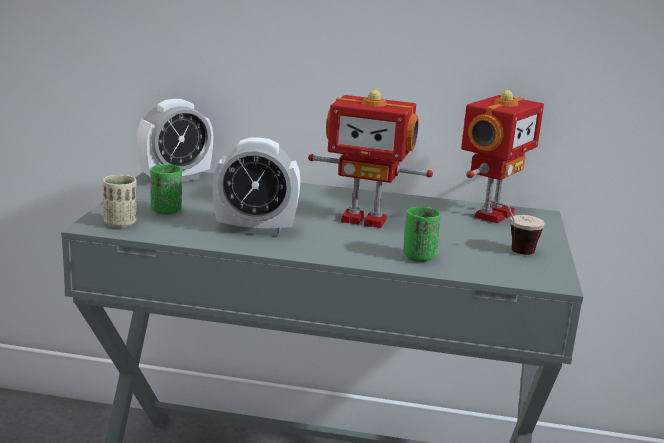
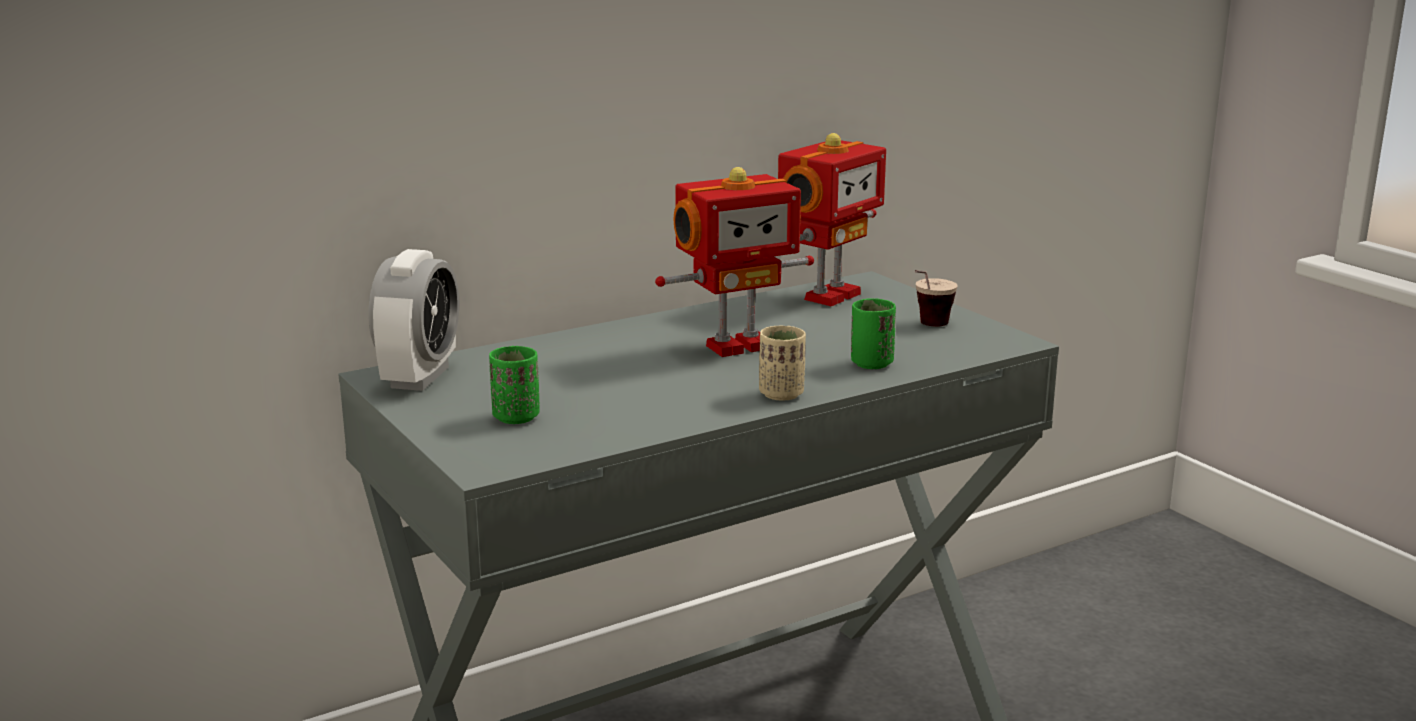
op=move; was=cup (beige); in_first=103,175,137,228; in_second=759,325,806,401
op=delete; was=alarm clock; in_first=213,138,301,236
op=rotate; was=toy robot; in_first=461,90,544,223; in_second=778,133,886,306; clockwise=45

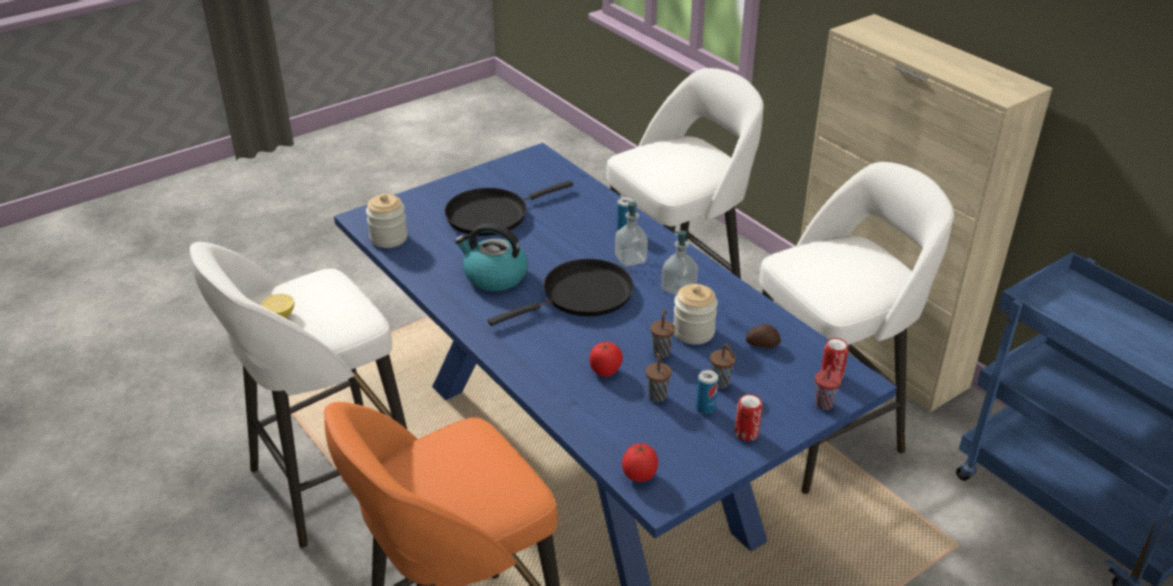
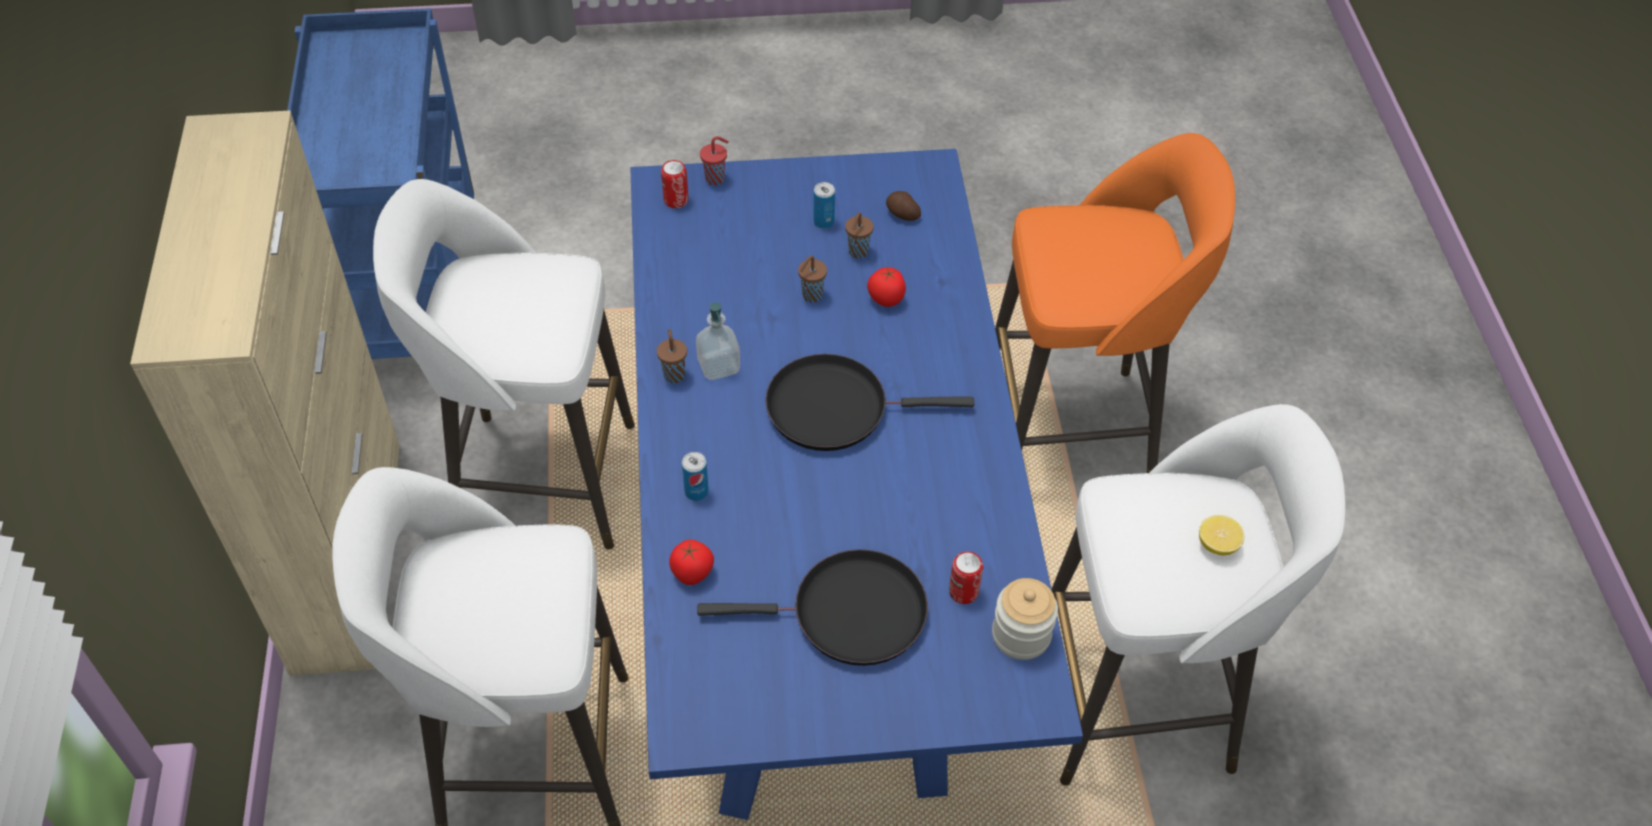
op=delete; was=kettle; in_first=455,223,528,291
op=delete; was=soap dispenser; in_first=615,202,648,266
op=move; was=tomato; in_first=622,443,658,482; in_second=669,540,714,585
op=delete; was=jar; in_first=673,284,718,345
op=move; was=cup (brown); in_first=710,344,736,389; in_second=657,329,687,383
op=move; was=can; in_first=735,394,763,441; in_second=949,551,983,604
op=move; was=potato; in_first=746,324,781,348; in_second=886,191,921,221

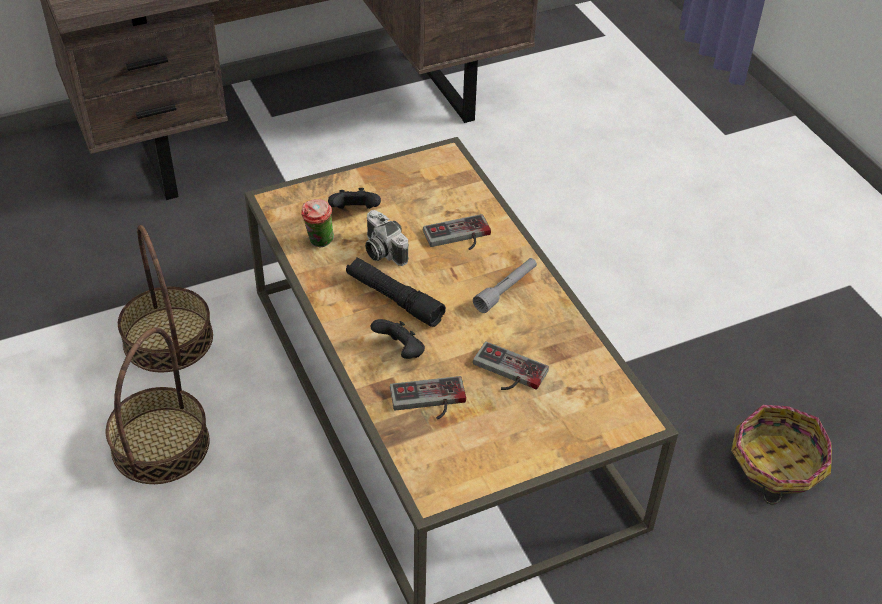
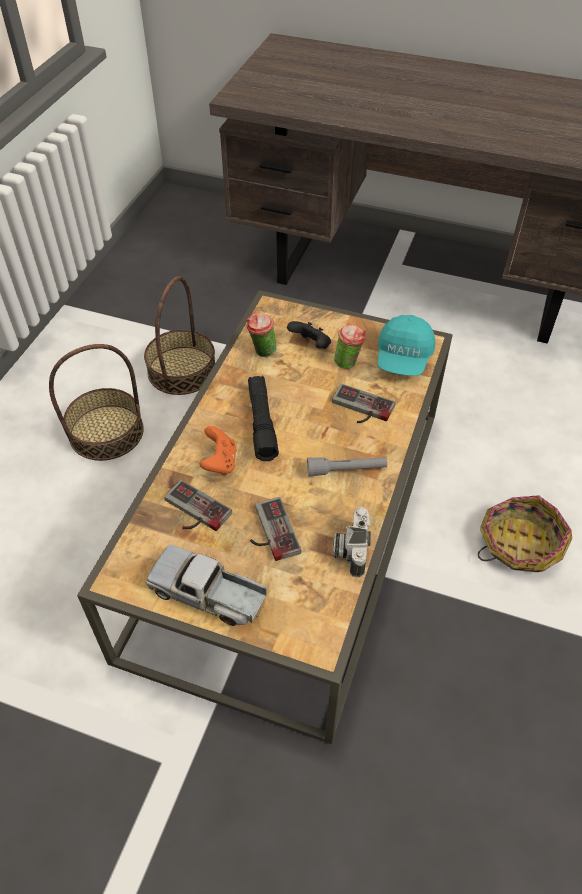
op=move; was=photo camera; in_first=365,210,409,266; in_second=333,507,371,578
op=recolor; was=game controller (black); now=game controller (orange); in_first=371,319,425,359; in_second=199,426,237,475
op=move; was=basket; in_first=731,405,832,505; in_second=478,495,572,572
op=insert; now=toy truck; in_second=146,545,267,626
op=insert; now=cup; in_second=334,325,366,369
op=insert; now=cap (turquoise); in_second=378,315,435,376

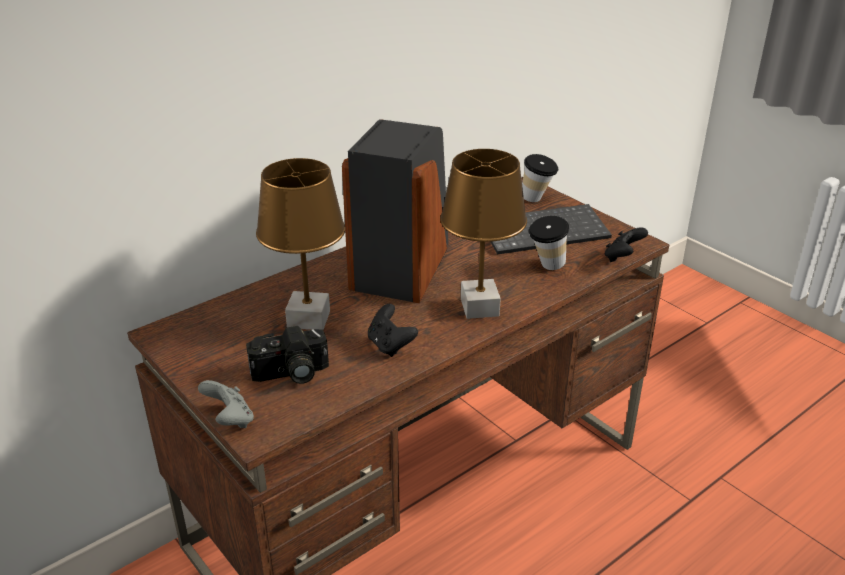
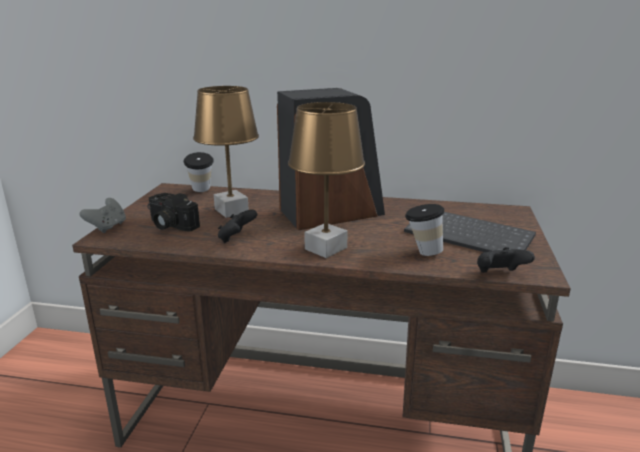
op=move; was=cup; in_first=522,154,558,202; in_second=184,152,214,192

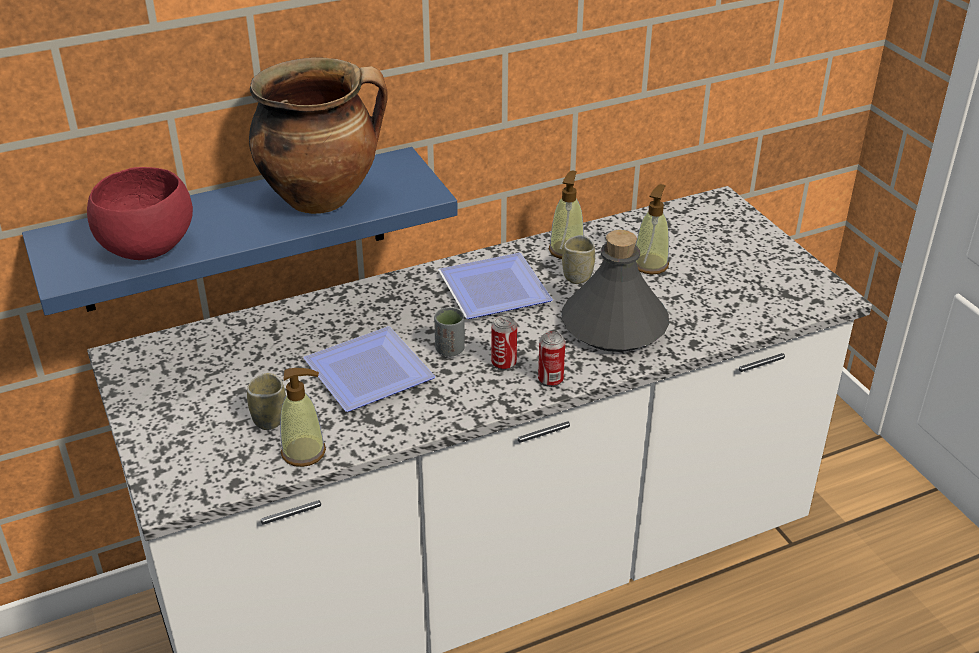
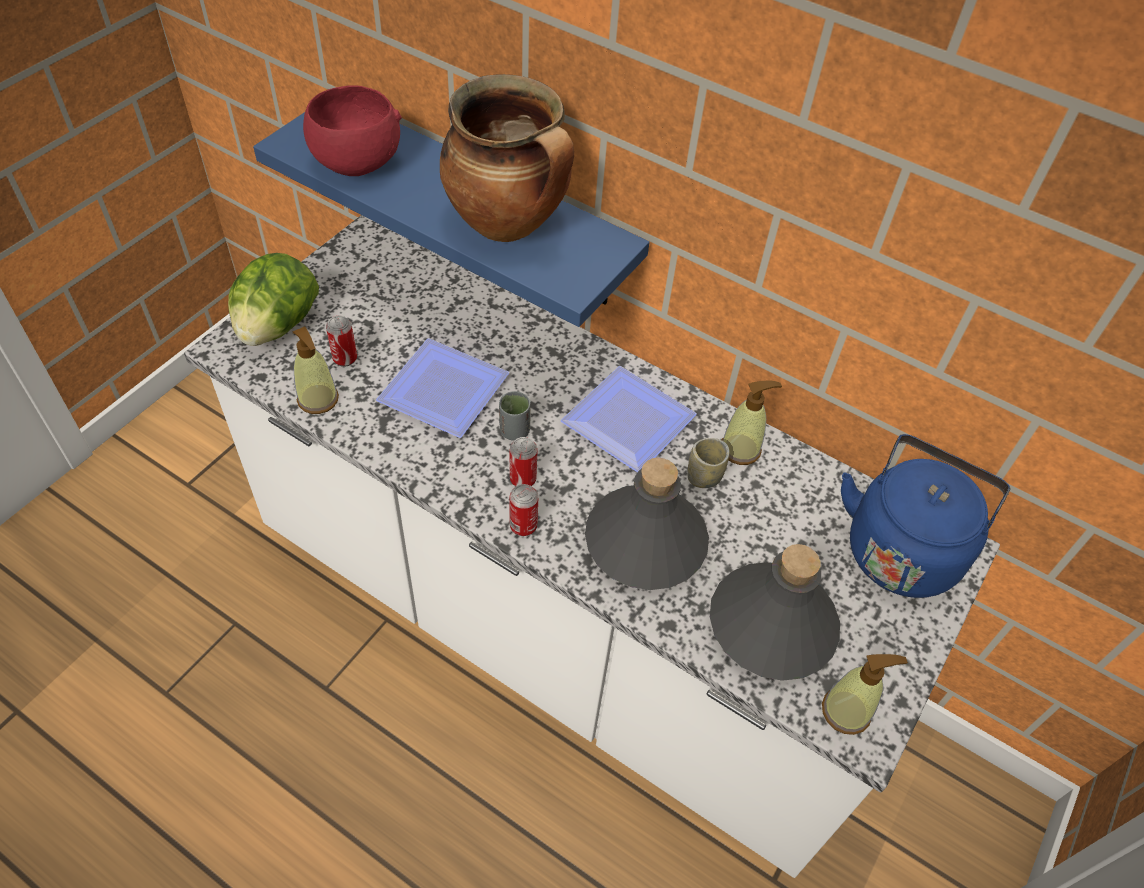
op=replace; was=cup; now=can; in_first=247,373,286,430; in_second=326,316,357,367
op=move; was=soap dispenser; in_first=636,184,669,274; in_second=822,654,908,735
op=insert; now=lettuce; in_second=228,253,319,346
op=insert; now=bottle (grey); in_second=710,544,840,681
op=insert; now=kettle (blue); in_second=841,434,1010,598

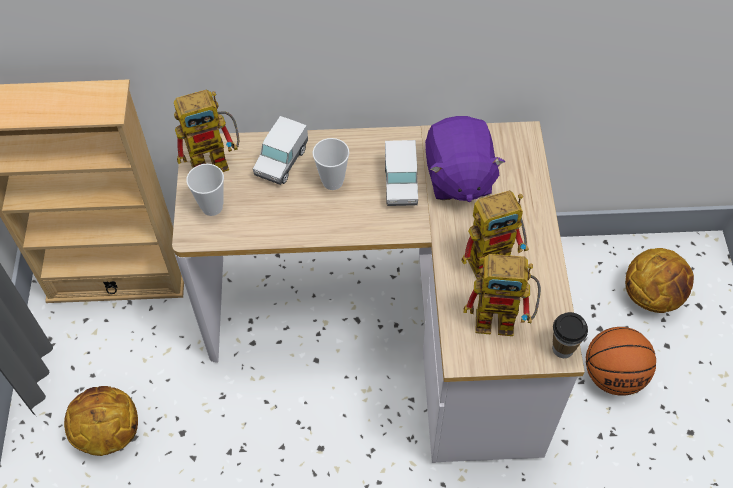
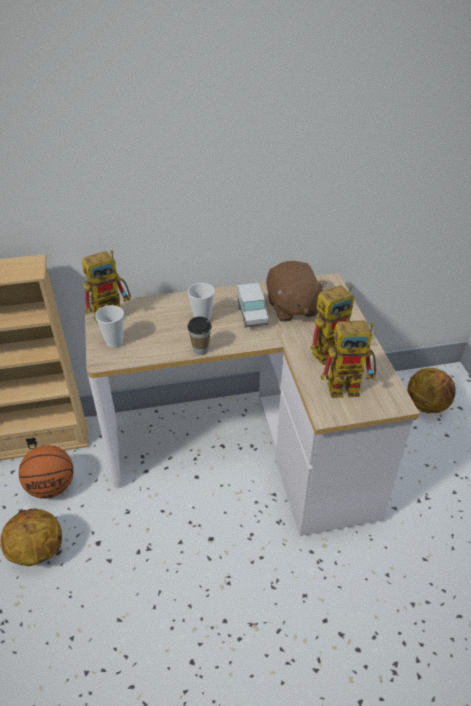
op=delete; was=toy truck; in_first=253,116,308,185
op=recolor; was=plush toy (purple); now=plush toy (brown); in_first=425,116,505,202; in_second=266,261,328,322
op=move; was=cup; in_first=553,312,588,358; in_second=187,317,212,355
op=move; was=basketball; in_first=586,327,656,396; in_second=19,445,74,499

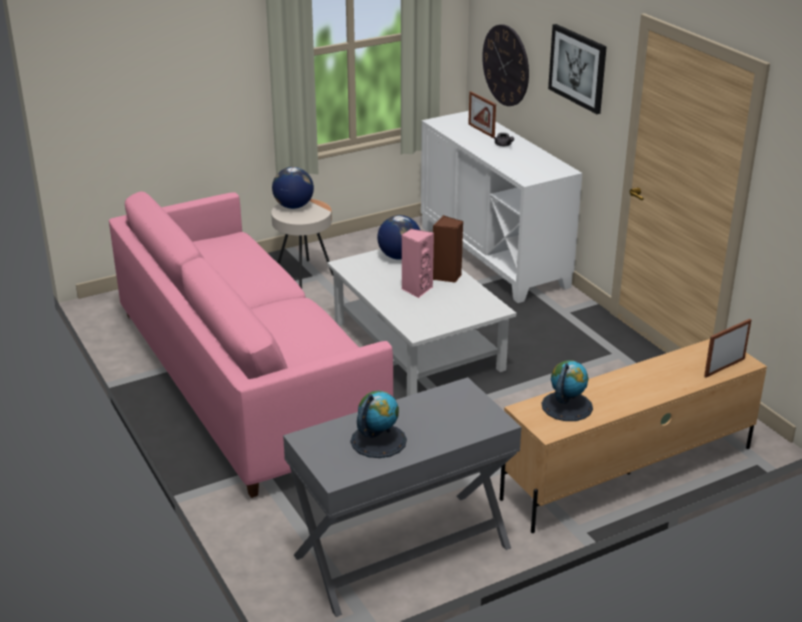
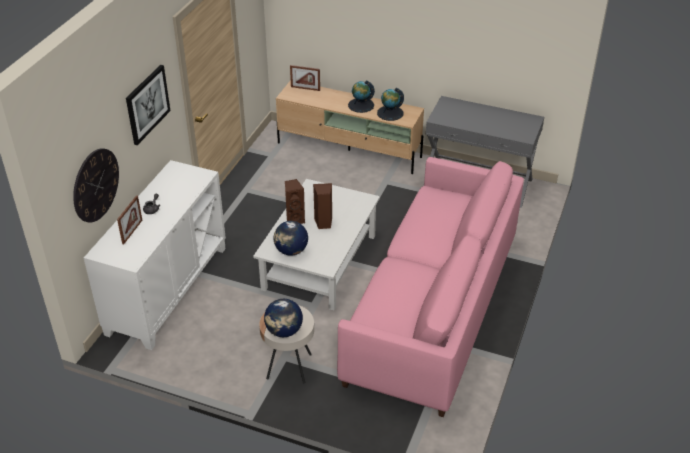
op=move; was=globe; in_first=351,390,407,458; in_second=348,80,375,113
op=recolor; was=speaker (pink); now=speaker (brown); in_first=402,229,434,298; in_second=313,183,332,229

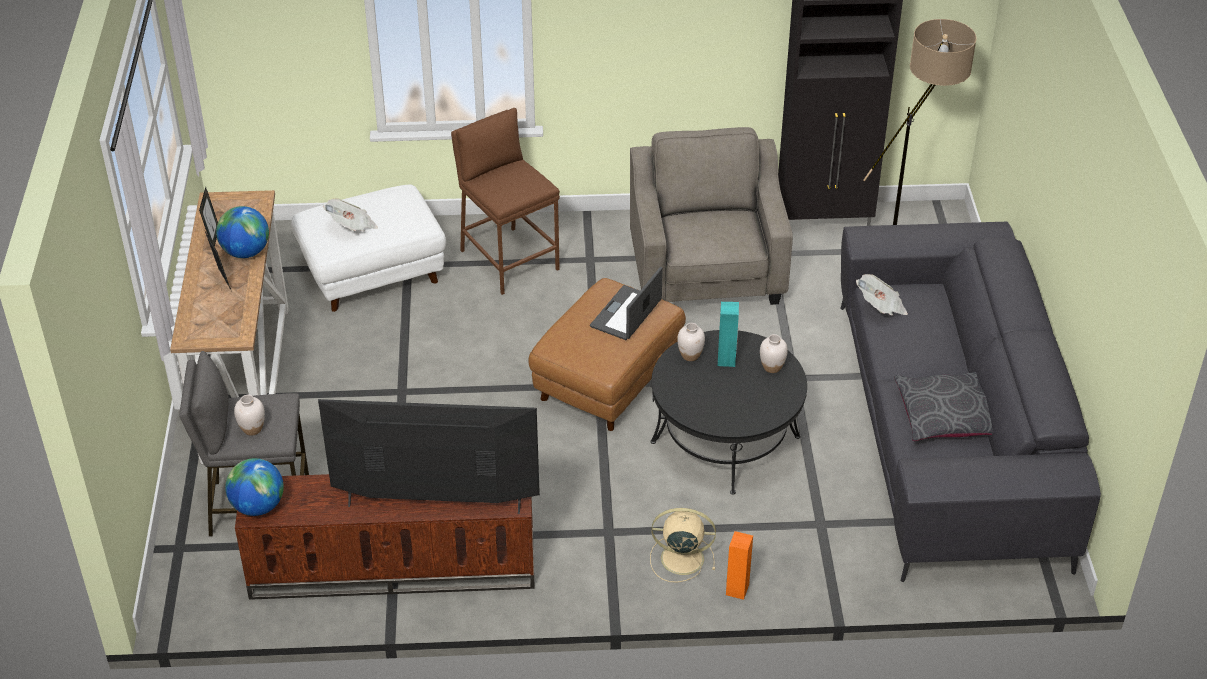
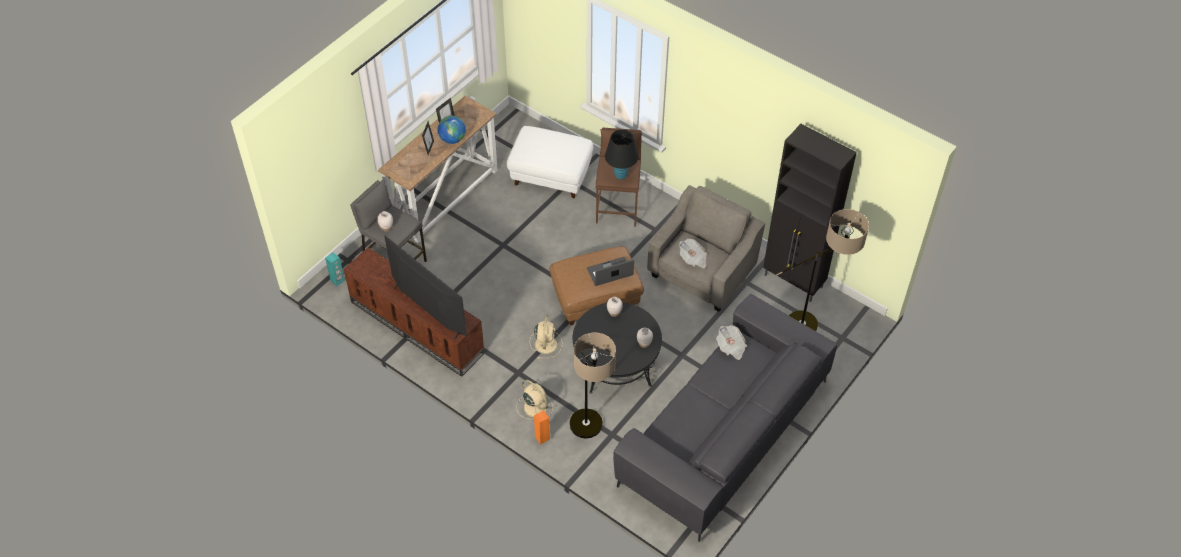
op=delete; was=globe; in_first=225,458,284,516
op=move; was=newspaper; in_first=323,199,378,231; in_second=679,239,707,268
op=move; was=speaker (turquoise); in_first=718,302,739,367; in_second=325,252,345,286
op=delete; was=pillow (grey); in_first=894,372,993,441
op=insert; now=fan (beige); in_second=530,315,562,359
op=insert; now=floor lamp; in_second=570,333,616,438
op=insert; now=table lamp (black); in_second=605,129,638,180

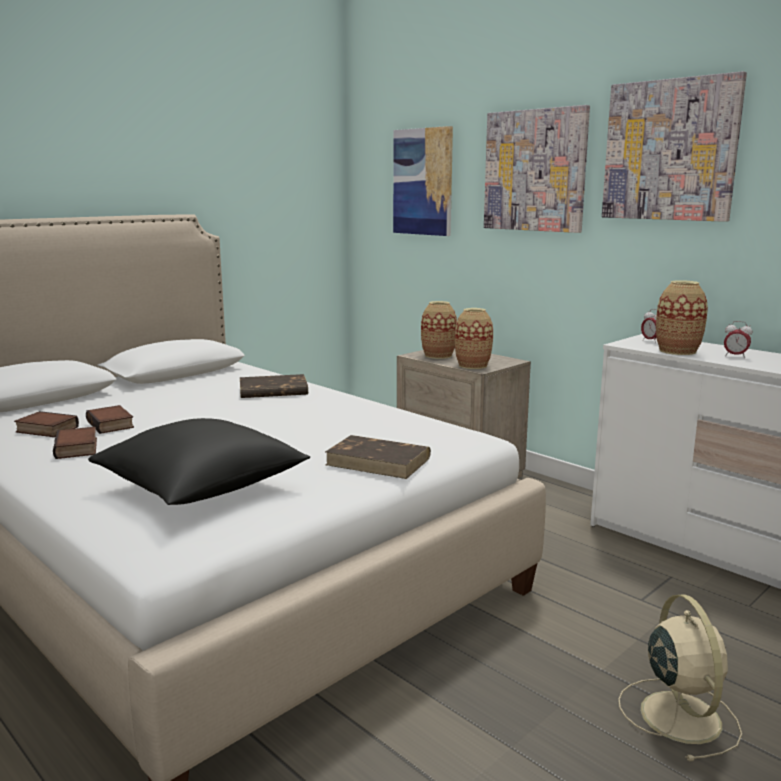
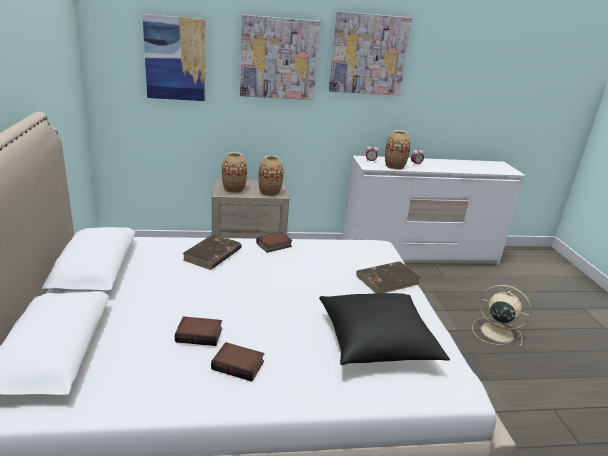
op=move; was=book; in_first=14,411,79,437; in_second=256,232,292,253

